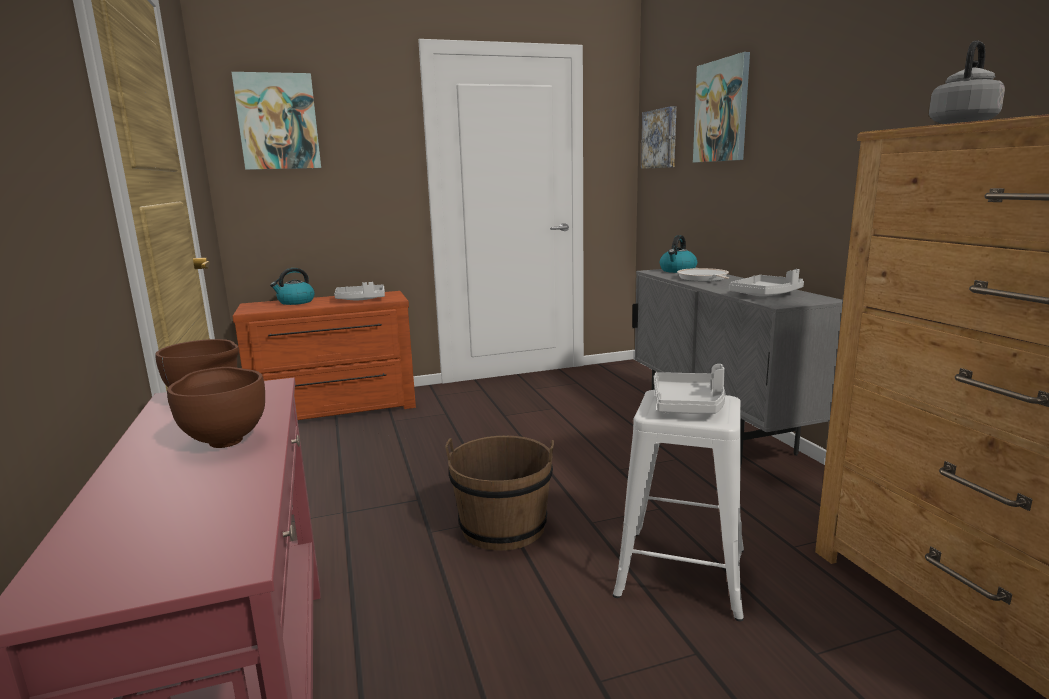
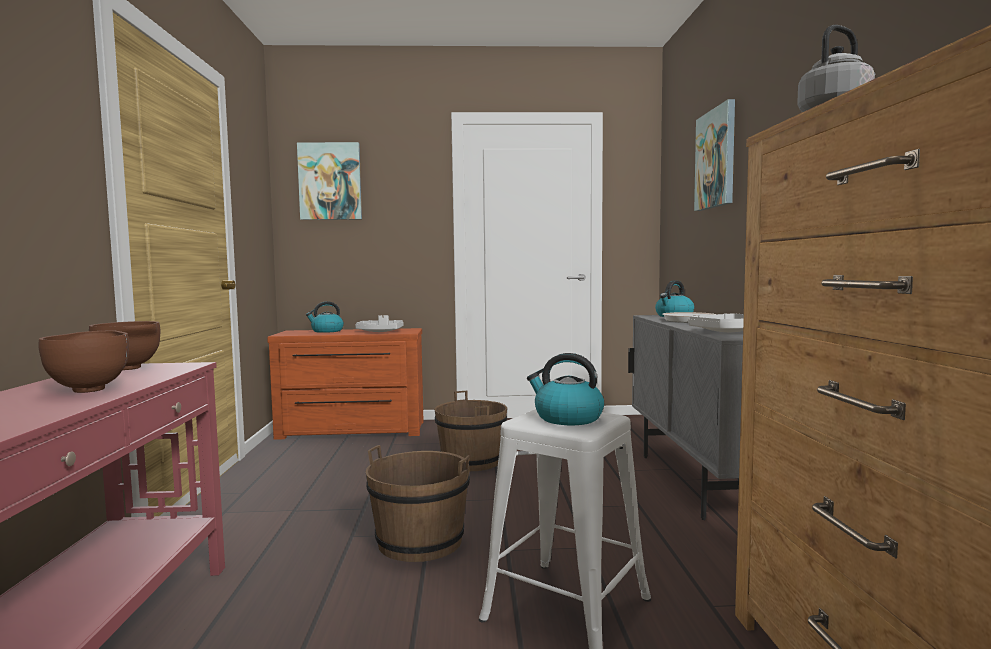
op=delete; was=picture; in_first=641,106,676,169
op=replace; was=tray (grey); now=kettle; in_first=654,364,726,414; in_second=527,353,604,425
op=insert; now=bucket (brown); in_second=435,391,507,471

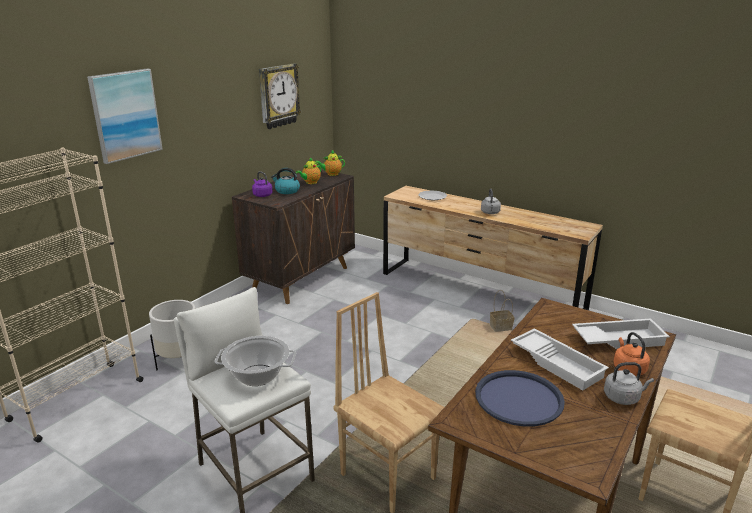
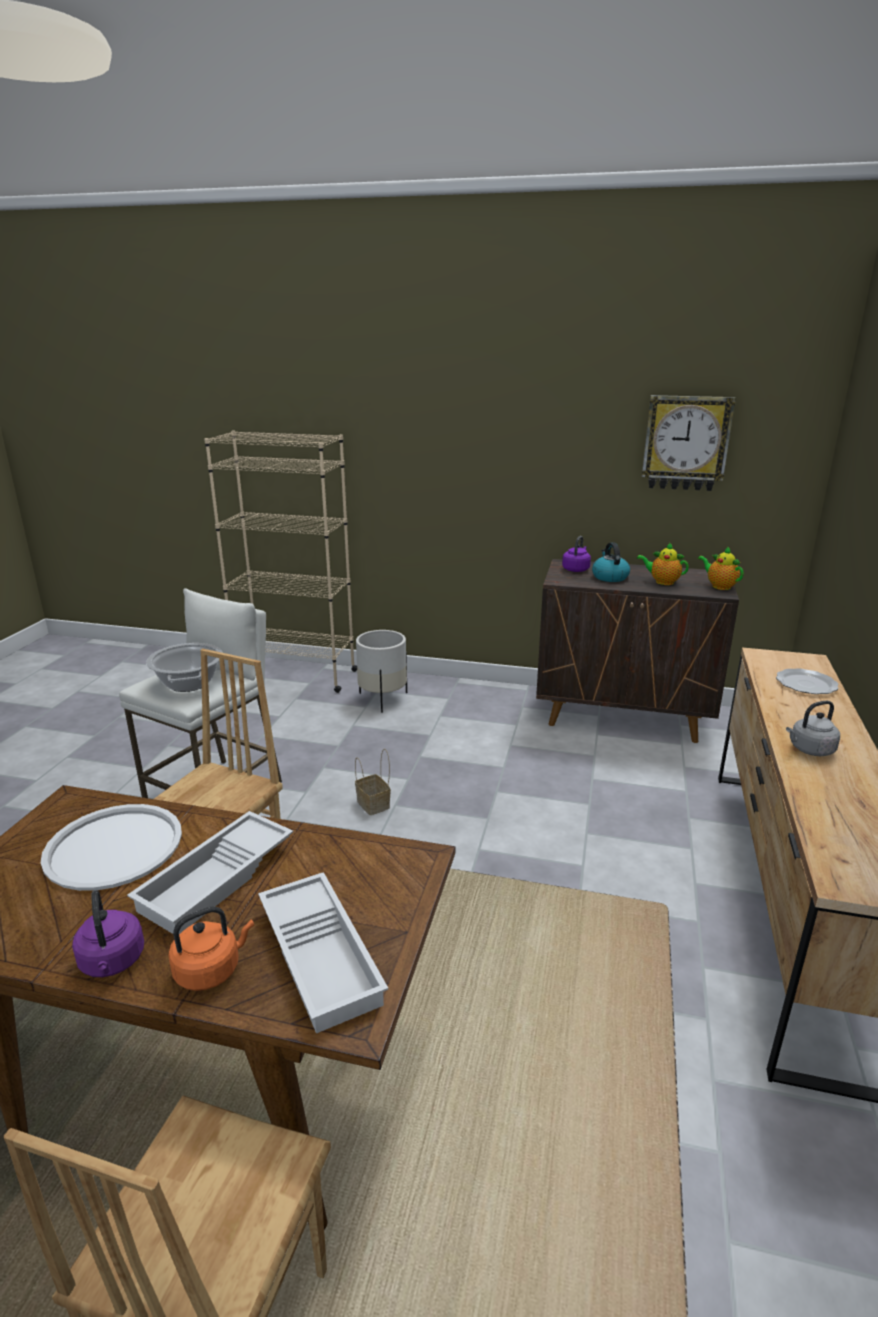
op=delete; was=picture; in_first=87,69,163,164
op=recolor; was=tray (blue); now=tray (white); in_first=475,370,565,427; in_second=41,804,182,891
op=move; was=basket; in_first=490,290,515,332; in_second=355,749,391,815
op=recolor; was=kettle (grey); now=kettle (purple); in_first=604,362,654,405; in_second=72,890,144,977

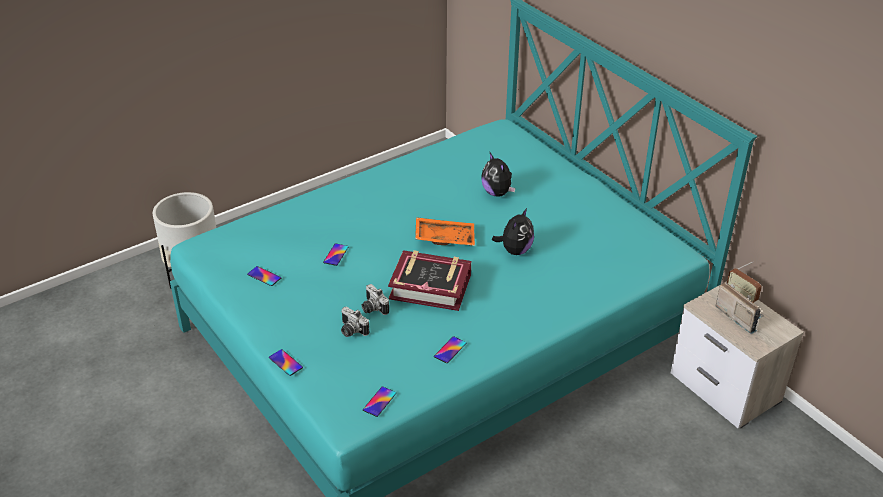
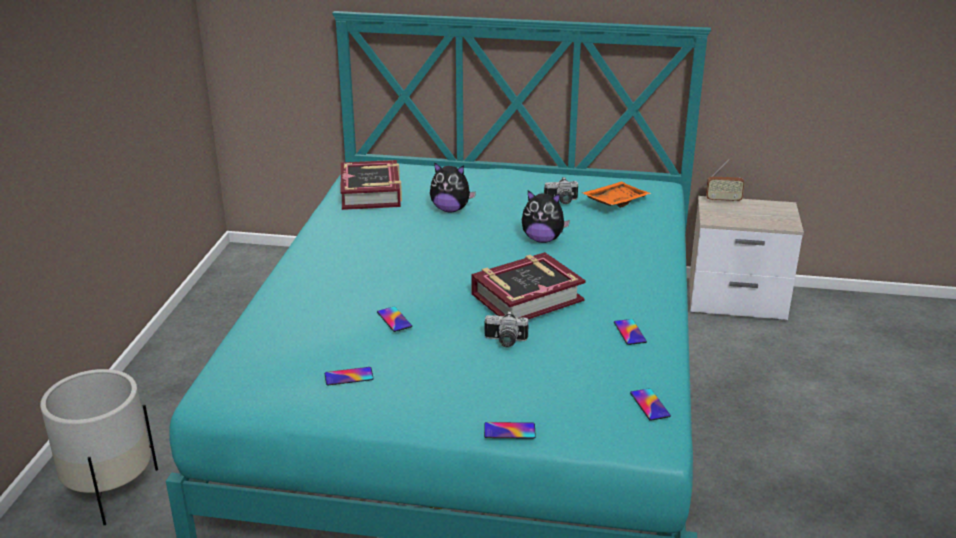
op=move; was=photo camera; in_first=341,307,369,337; in_second=544,177,578,204
op=move; was=tray (orange); in_first=415,217,475,246; in_second=582,181,651,208
op=rotate; was=plush toy; in_first=492,208,534,255; in_second=522,190,570,243; clockwise=120
op=delete; was=radio; in_first=715,282,764,334
op=insert; now=book; in_second=341,160,402,210

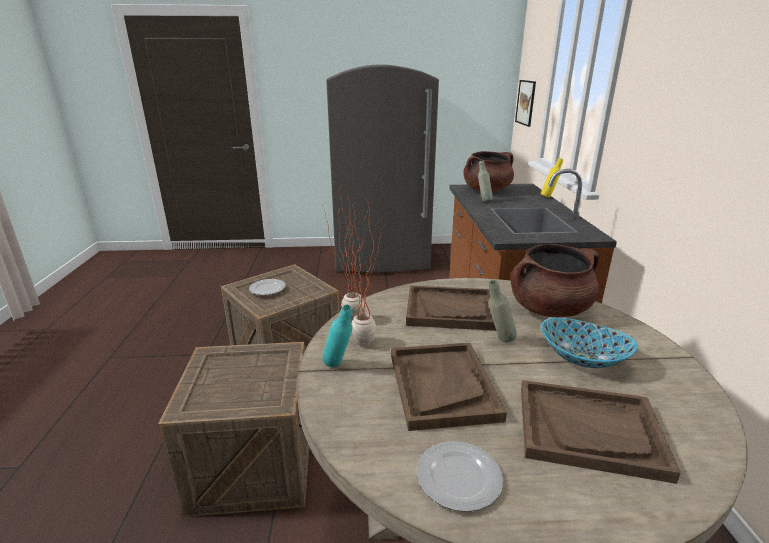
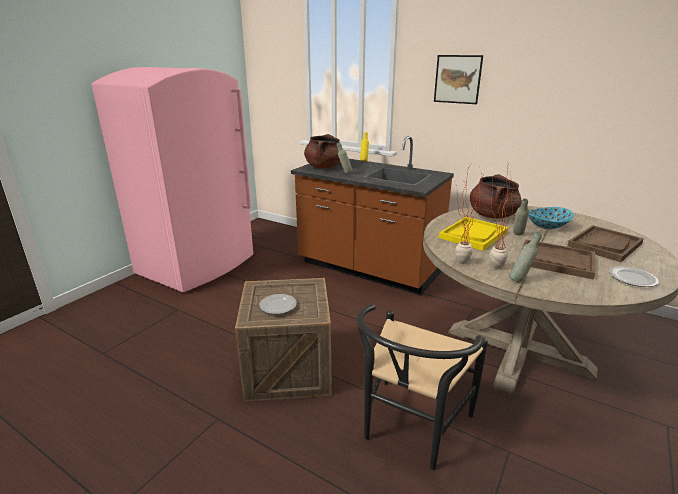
op=replace; was=crate; now=chair (black); in_first=158,342,309,517; in_second=357,304,488,470
op=recolor; was=bottle (turquoise); now=bottle (grey); in_first=322,305,352,367; in_second=509,232,542,283
op=recolor; was=fridge (grey); now=fridge (pink); in_first=326,64,439,273; in_second=91,67,253,292
op=recolor; was=tray (brown); now=tray (yellow); in_first=406,286,496,331; in_second=439,217,508,251
op=move; was=picture; in_first=515,80,536,127; in_second=434,55,483,104

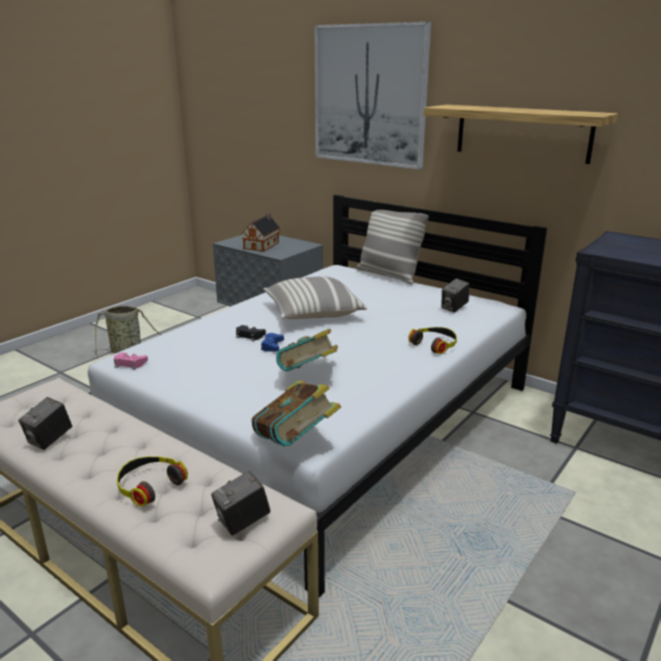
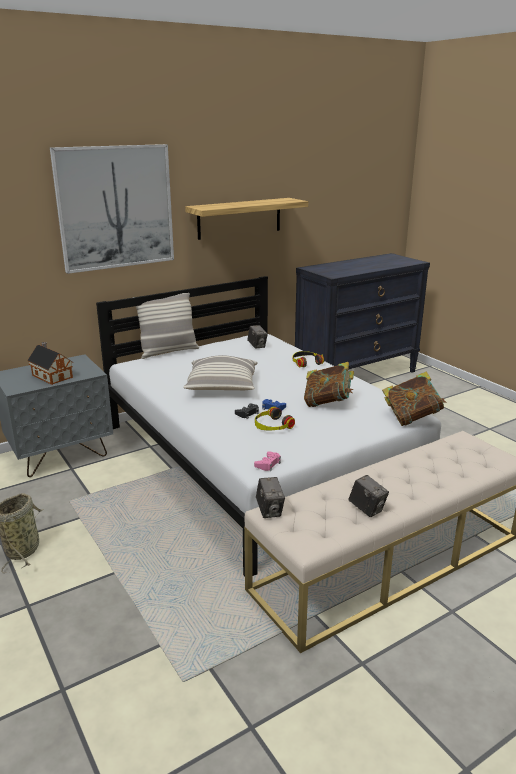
op=move; was=headphones; in_first=117,456,188,507; in_second=255,406,295,430
op=move; was=photo camera; in_first=211,471,270,536; in_second=256,477,285,518

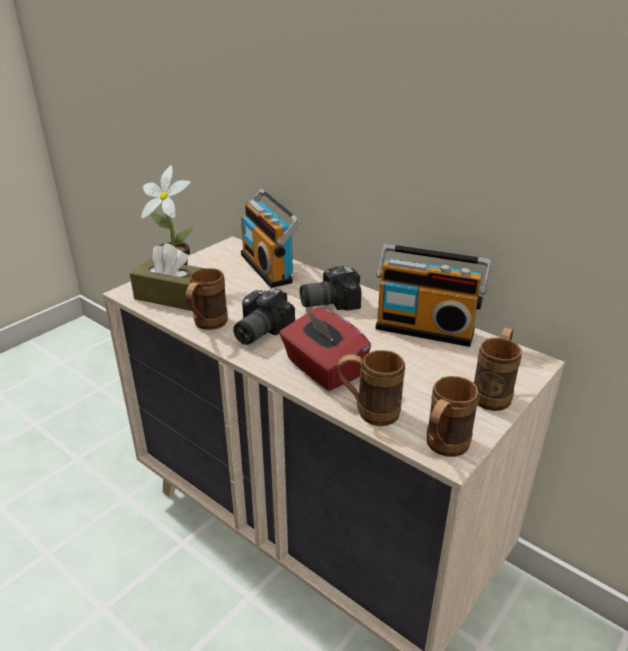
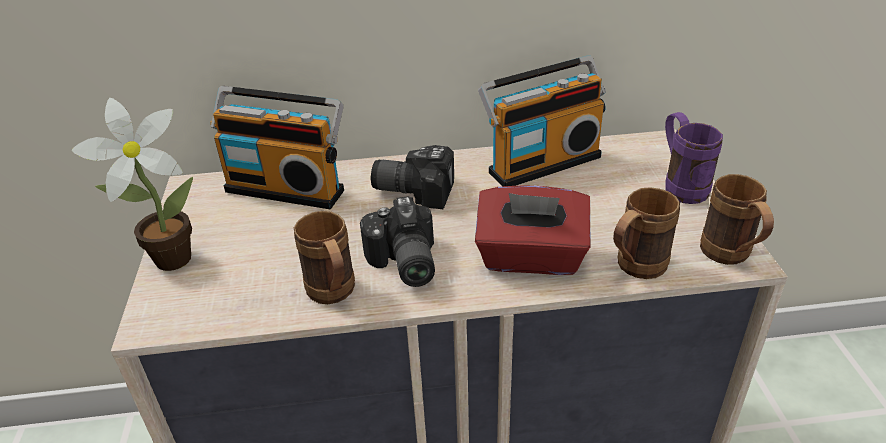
op=delete; was=tissue box (brown); in_first=130,243,205,311
op=rotate; was=photo camera; in_first=300,266,362,311; in_second=371,145,454,209; clockwise=75
op=recolor; was=mug (brown); now=mug (purple); in_first=474,327,522,411; in_second=665,112,723,204

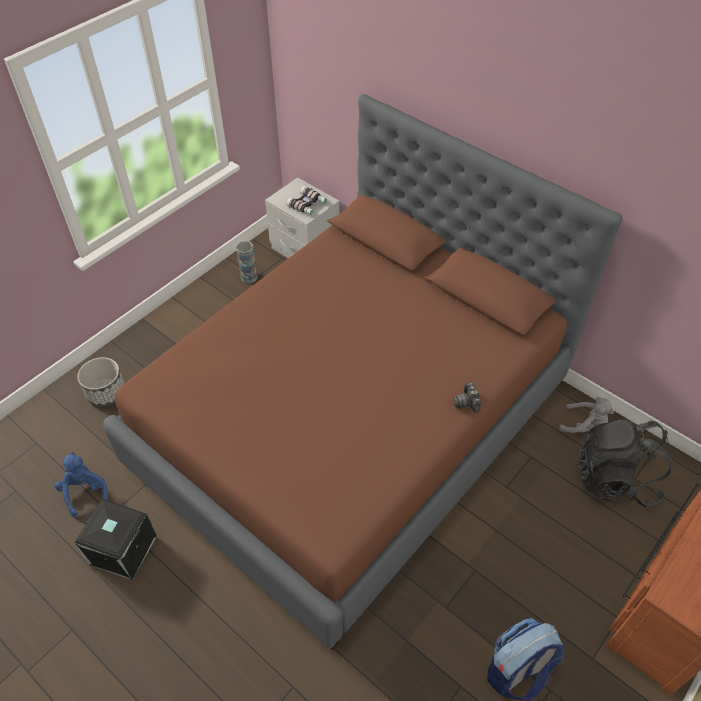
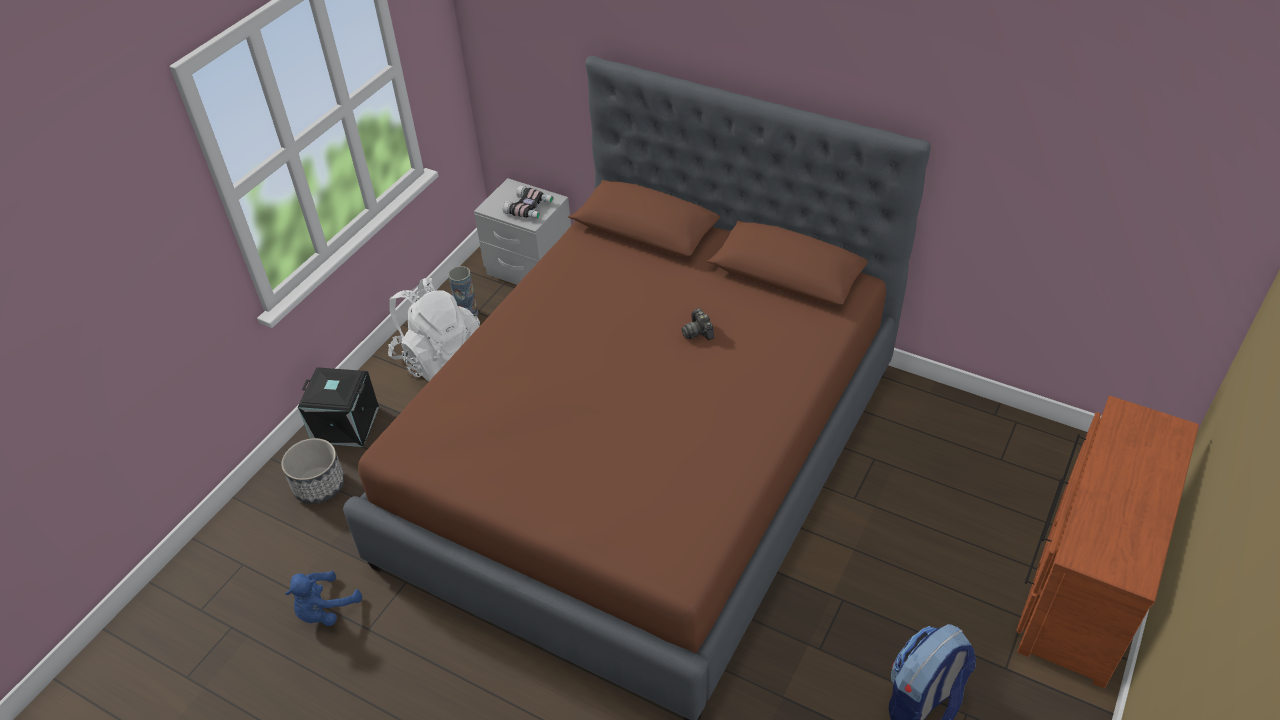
op=rotate; was=plush toy (blue); in_first=54,452,108,517; in_second=286,571,362,626; clockwise=-105
op=move; was=storage box (black); in_first=75,499,157,580; in_second=298,367,379,447
op=move; was=photo camera; in_first=453,382,481,413; in_second=681,308,714,340
op=delete; was=plush toy (grey); in_first=559,397,614,433
op=delete; was=backpack (black); in_first=576,420,673,507
op=insert; now=backpack (white); in_second=388,278,480,381

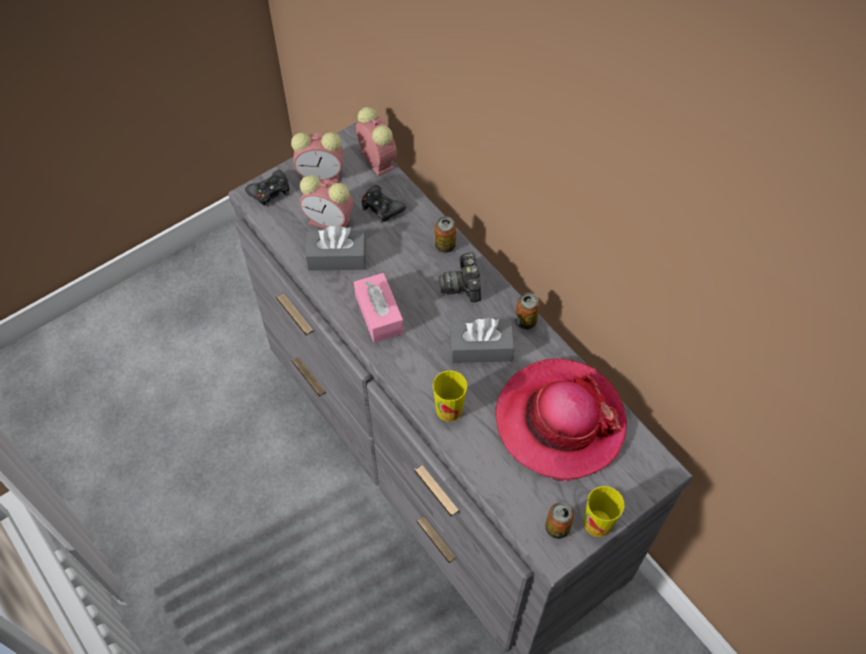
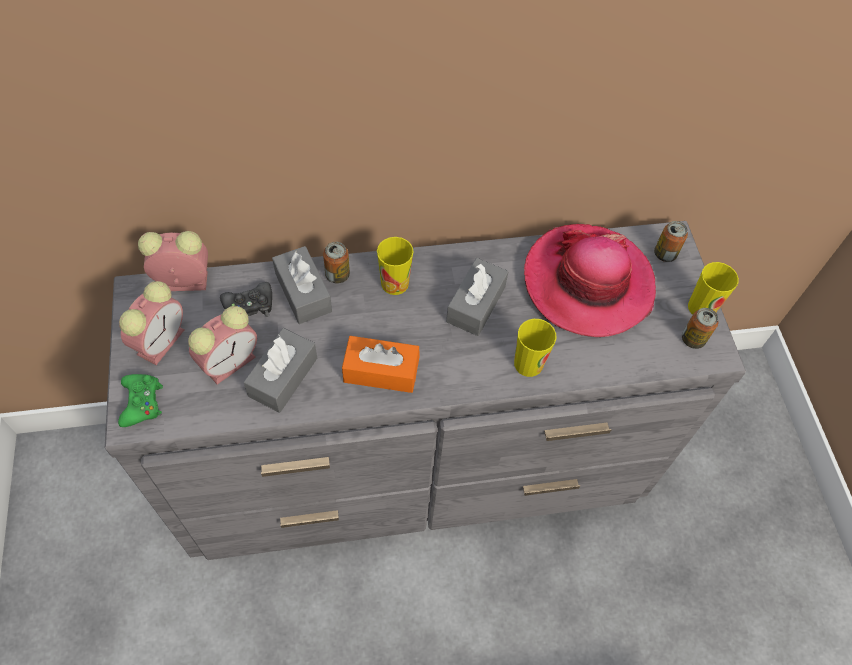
op=recolor; was=game controller (black); now=game controller (green); in_first=245,170,289,207; in_second=118,374,163,427
op=recolor; was=tissue box (pink); now=tissue box (orange); in_first=354,273,404,342; in_second=342,336,419,393
op=replace; was=photo camera; now=cup; in_first=439,252,481,302; in_second=377,237,414,295
op=move; was=can; in_first=515,293,540,329; in_second=654,221,688,262
op=insert; now=tissue box (grey); in_second=272,246,332,324

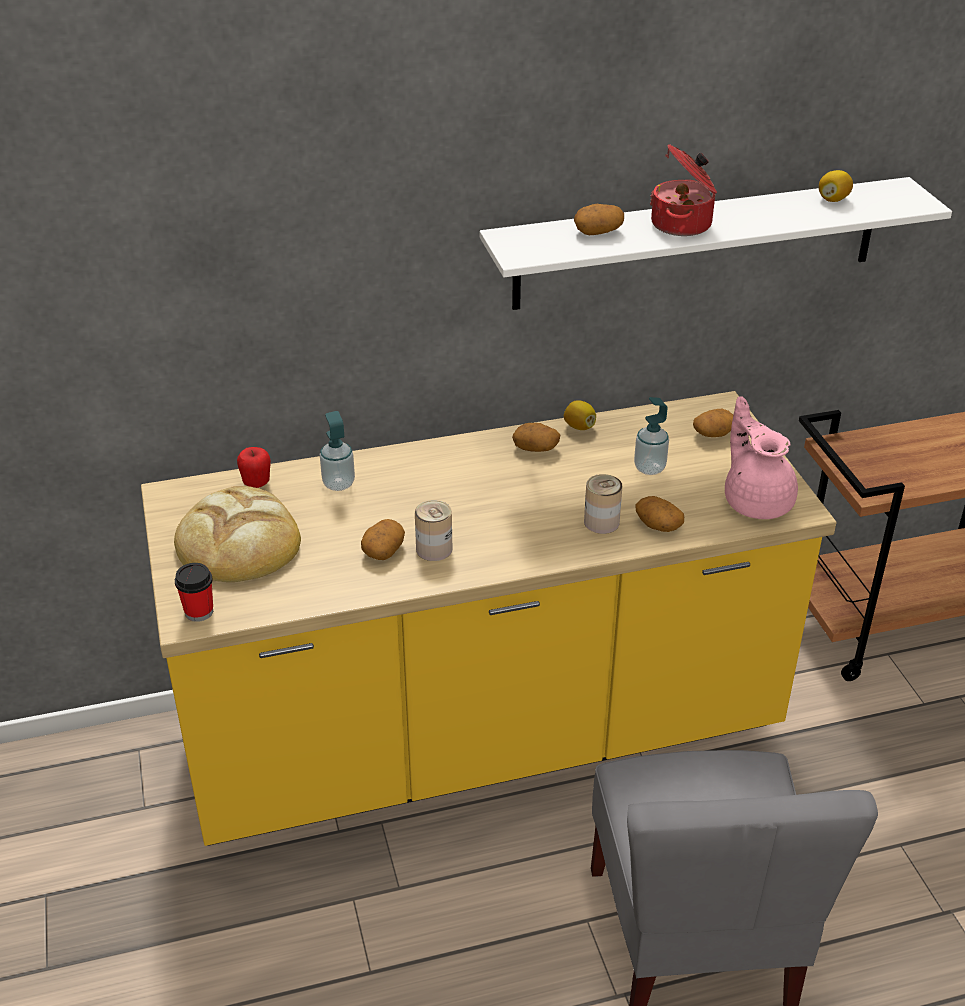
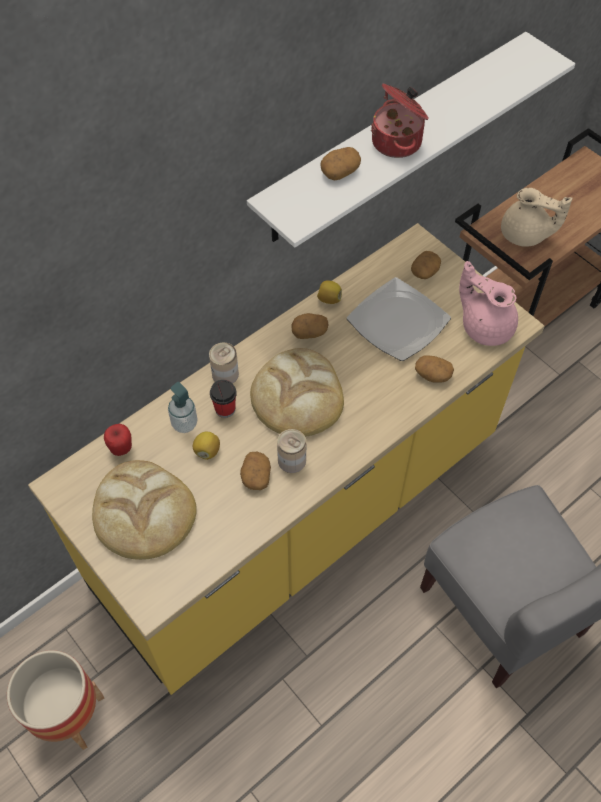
op=move; was=cup; in_first=175,563,213,622; in_second=210,380,237,418
op=move; was=can; in_first=584,474,622,534; in_second=209,342,239,384
op=replace; was=soap dispenser; now=plate; in_first=634,397,669,475; in_second=347,277,451,361
op=move; was=lemon; in_first=819,170,853,202; in_second=193,432,220,460
op=insert; now=planter; in_second=7,650,104,750
op=insert; now=bread; in_second=250,348,344,437
op=insert; now=teapot (beige); in_second=501,188,572,247

